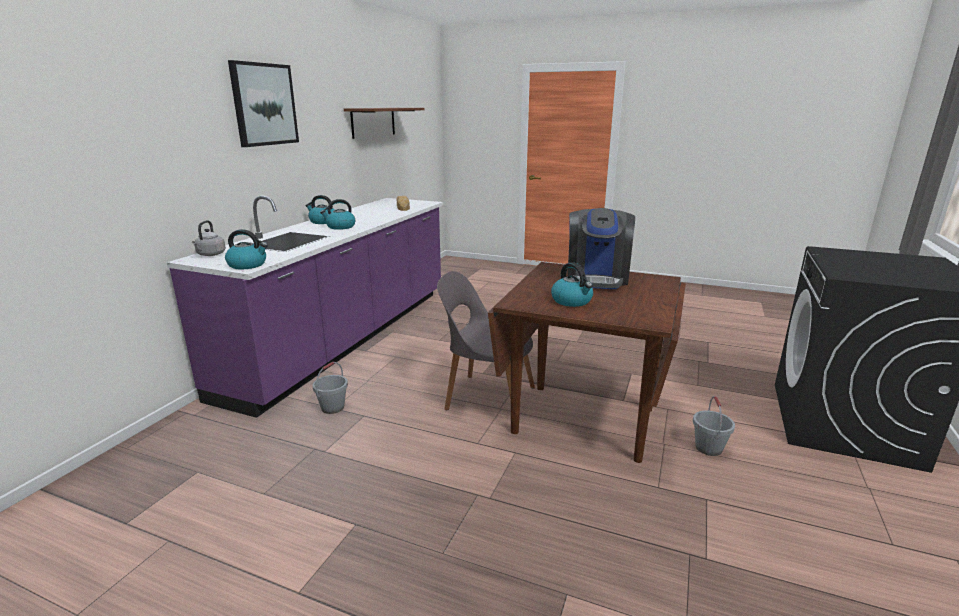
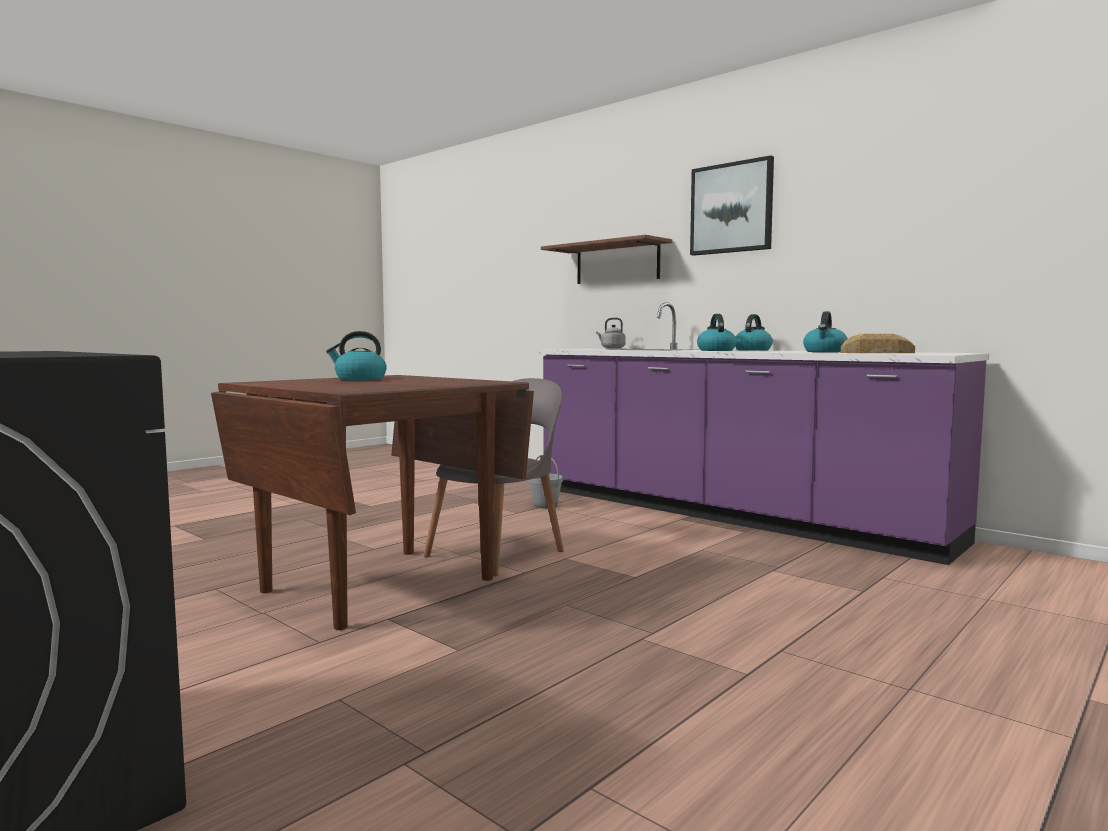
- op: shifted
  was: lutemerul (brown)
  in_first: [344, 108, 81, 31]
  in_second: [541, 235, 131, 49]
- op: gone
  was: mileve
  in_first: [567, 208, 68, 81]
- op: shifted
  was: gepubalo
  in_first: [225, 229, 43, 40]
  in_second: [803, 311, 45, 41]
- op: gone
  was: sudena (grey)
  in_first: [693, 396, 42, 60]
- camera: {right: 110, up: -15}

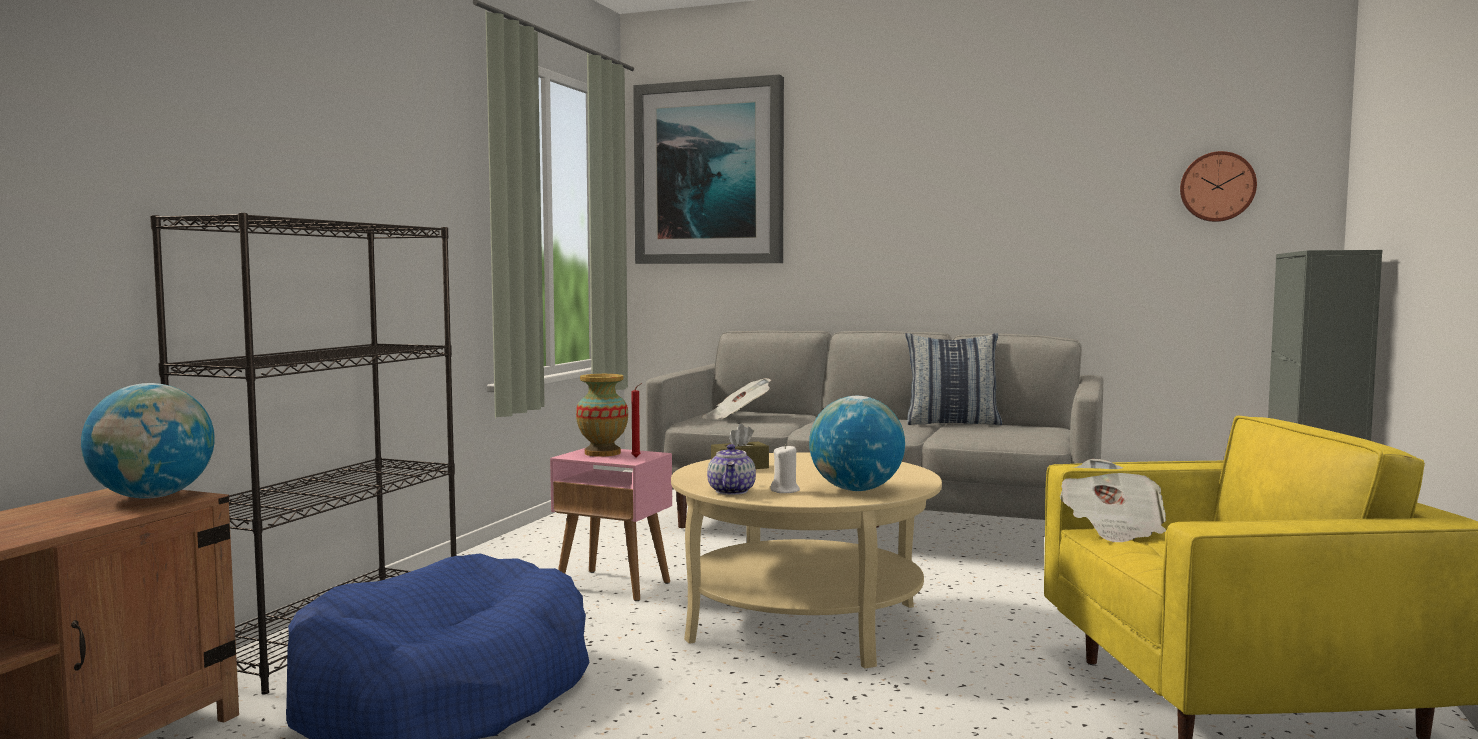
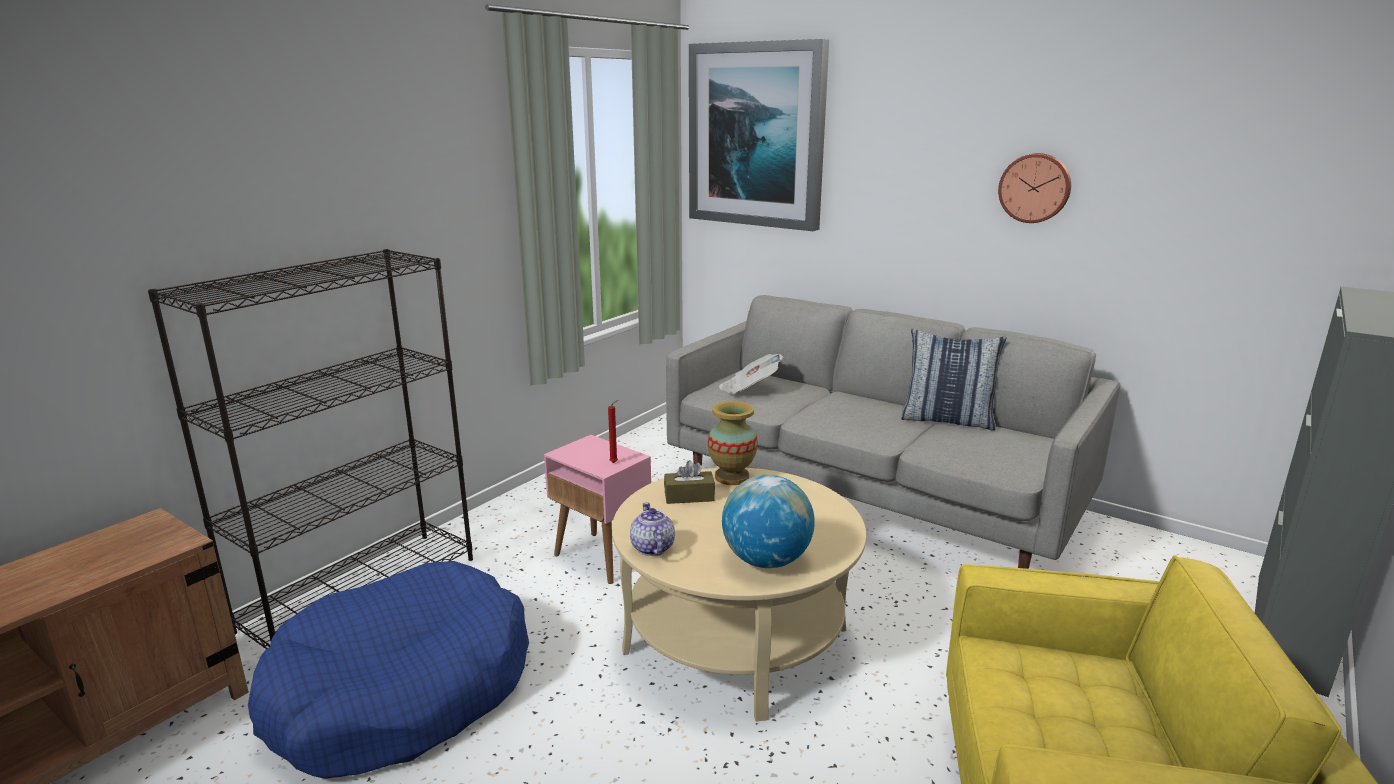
- op: shifted
  was: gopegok
  in_first: [1180, 151, 77, 71]
  in_second: [998, 153, 73, 70]
- op: shifted
  was: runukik
  in_first: [576, 374, 52, 83]
  in_second: [708, 401, 50, 84]
- op: gone
  was: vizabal
  in_first: [81, 383, 134, 116]
- op: rotated
  was: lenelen
  in_first: [707, 444, 49, 51]
  in_second: [630, 502, 45, 54]
  clockwise: 150
- op: gone
  was: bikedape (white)
  in_first: [770, 444, 30, 49]
- op: gone
  was: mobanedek
  in_first: [1060, 459, 106, 83]
- camera: {right: 15, up: 15}

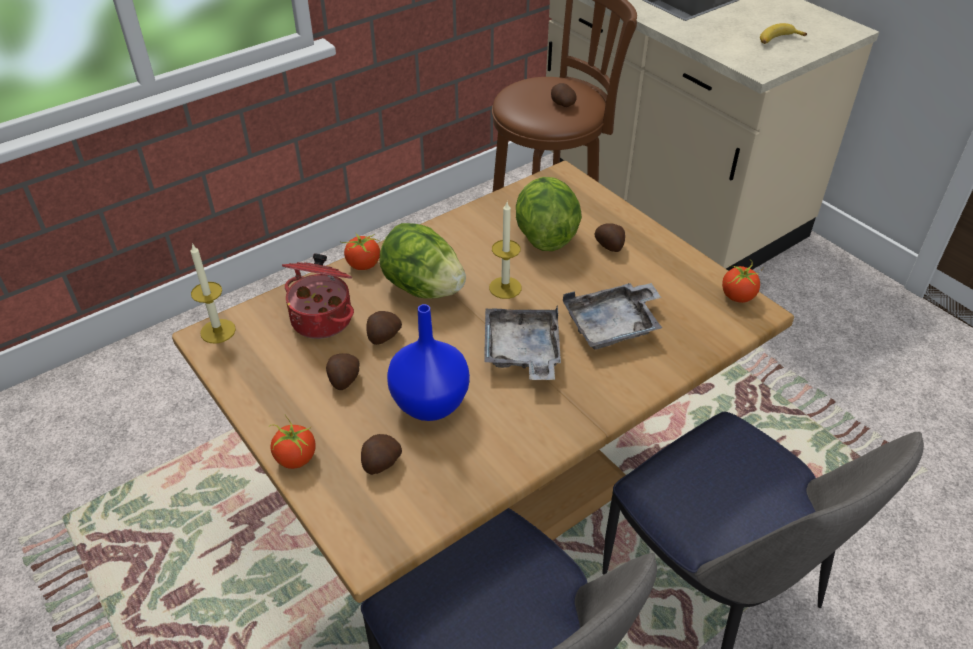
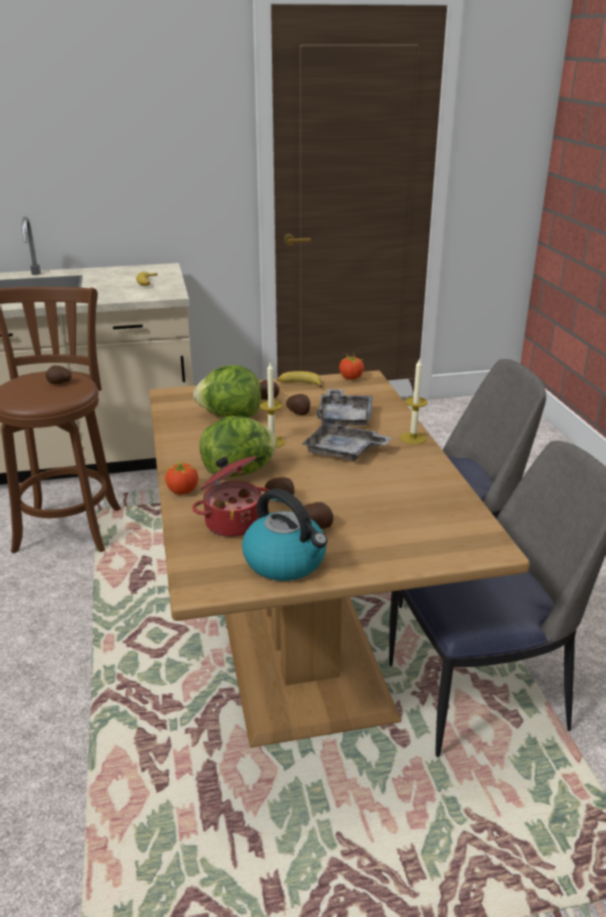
- op: shifted
  was: bikedape
  in_first: [190, 243, 46, 101]
  in_second: [400, 358, 28, 86]
- op: gone
  was: runukik (blue)
  in_first: [387, 304, 83, 117]
- op: gone
  was: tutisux
  in_first: [269, 415, 47, 54]
- op: shifted
  was: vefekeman
  in_first: [361, 434, 41, 41]
  in_second: [286, 394, 24, 21]
- op: new
  now: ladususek
  in_second: [277, 371, 46, 17]
- op: new
  now: gepubalo
  in_second: [242, 489, 85, 92]
- camera: {right: -65, up: -15}

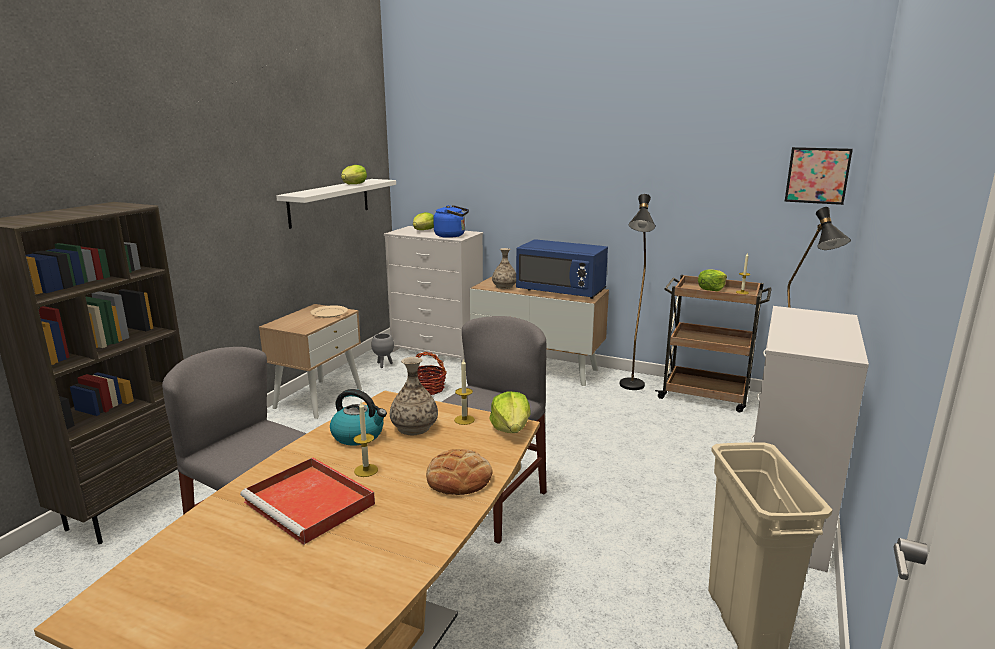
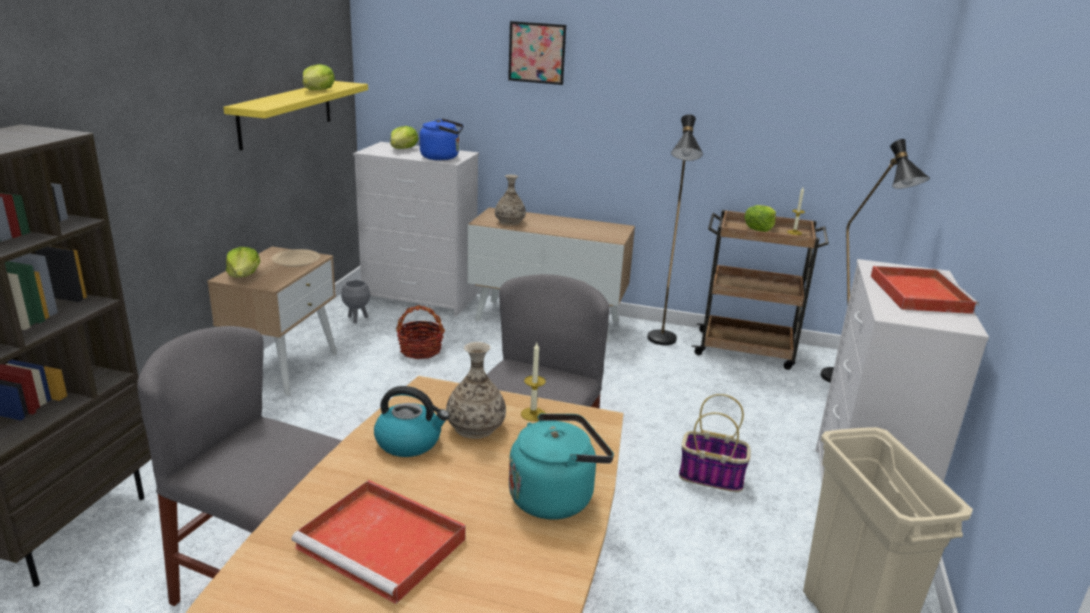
- op: shifted
  was: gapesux
  in_first: [784, 147, 69, 58]
  in_second: [508, 21, 58, 64]
- op: repainted
  was: lutemerul (white)
  now: lutemerul (yellow)
  in_first: [276, 179, 120, 50]
  in_second: [223, 81, 145, 70]
- op: gone
  was: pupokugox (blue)
  in_first: [516, 239, 92, 60]
- op: shifted
  was: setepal
  in_first: [490, 391, 41, 42]
  in_second: [226, 247, 34, 31]
- op: gone
  was: bikedape
  in_first: [353, 402, 25, 75]
- op: swapped
  was: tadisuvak
  now: gepubalo (turquoise)
  in_first: [426, 449, 67, 46]
  in_second: [509, 413, 105, 107]
- op: new
  now: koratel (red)
  in_second: [871, 266, 108, 48]
- op: new
  now: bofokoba
  in_second: [679, 394, 72, 98]
- camera: {right: -10, up: 5}

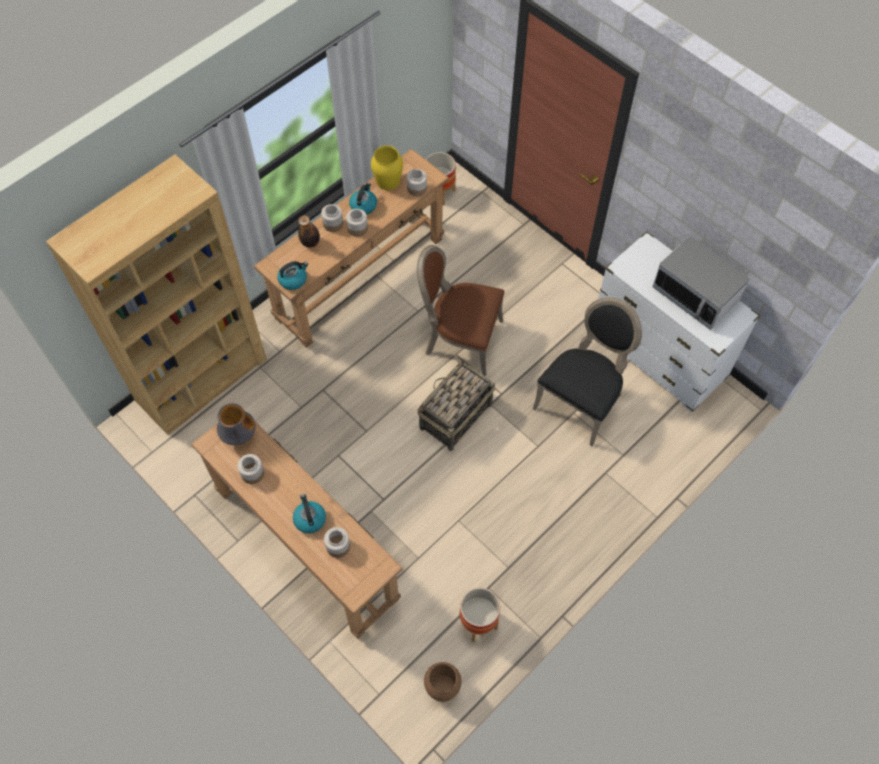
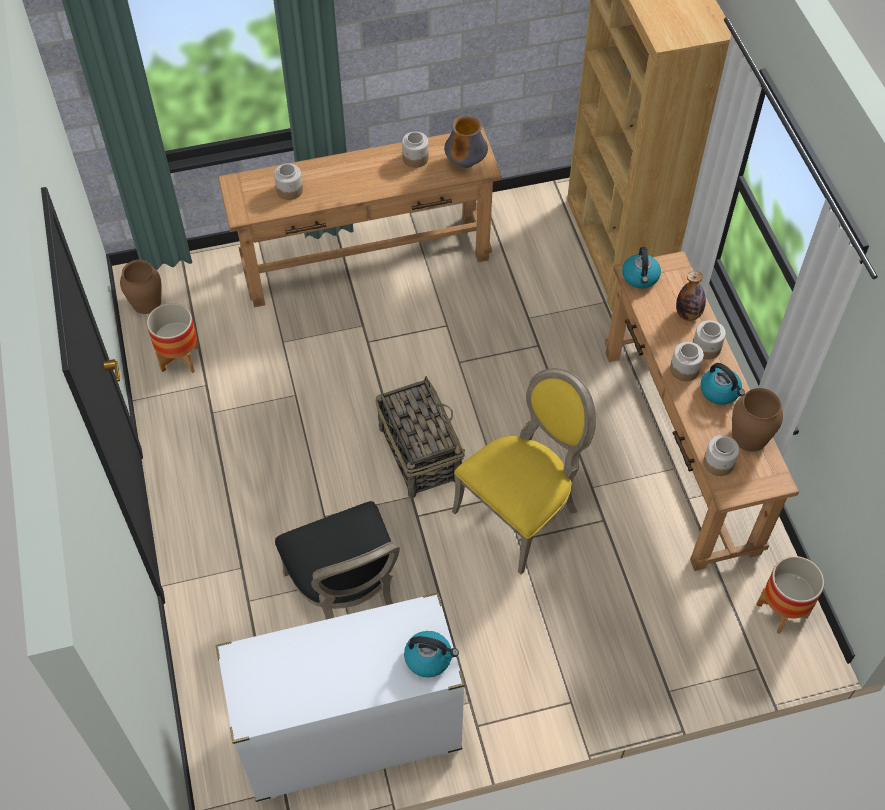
- op: repainted
  was: runukik (yellow)
  now: runukik (brown)
  in_first: [371, 145, 32, 45]
  in_second: [732, 388, 51, 64]
- op: gone
  was: pupokugox
  in_first: [652, 236, 98, 94]
- op: repainted
  was: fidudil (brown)
  now: fidudil (yellow)
  in_first: [417, 245, 87, 132]
  in_second: [452, 368, 144, 207]
- op: shifted
  was: gepubalo
  in_first: [293, 494, 33, 39]
  in_second: [404, 631, 55, 47]
- camera: {right: 120, up: -5}

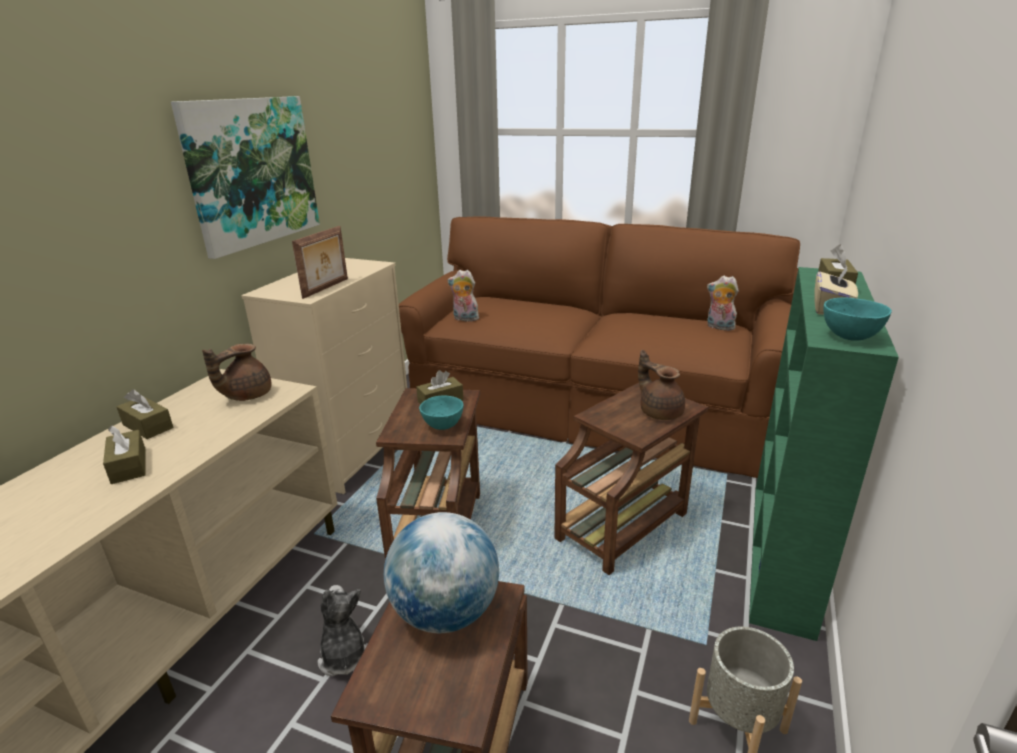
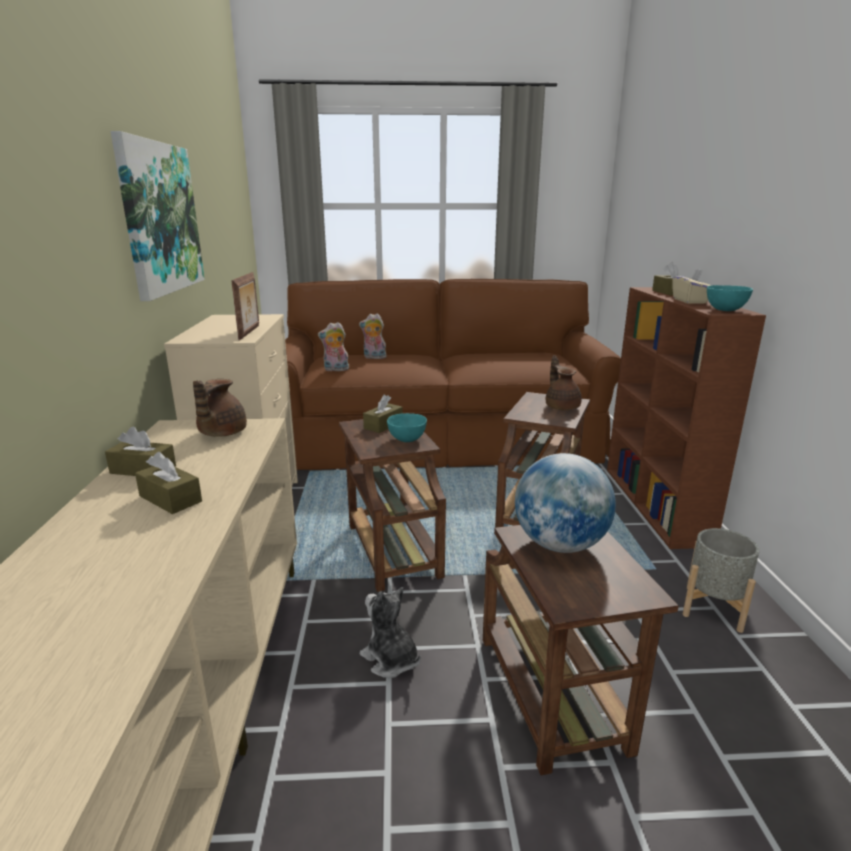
- op: repainted
  was: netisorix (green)
  now: netisorix (brown)
  in_first: [749, 267, 150, 374]
  in_second: [607, 287, 159, 262]
- op: shifted
  was: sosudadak
  in_first: [707, 276, 32, 55]
  in_second: [359, 313, 28, 46]
- op: rotated
  was: lenelen (brown)
  in_first: [638, 350, 47, 70]
  in_second: [546, 355, 36, 55]
  clockwise: 45
- camera: {right: -25, up: -5}

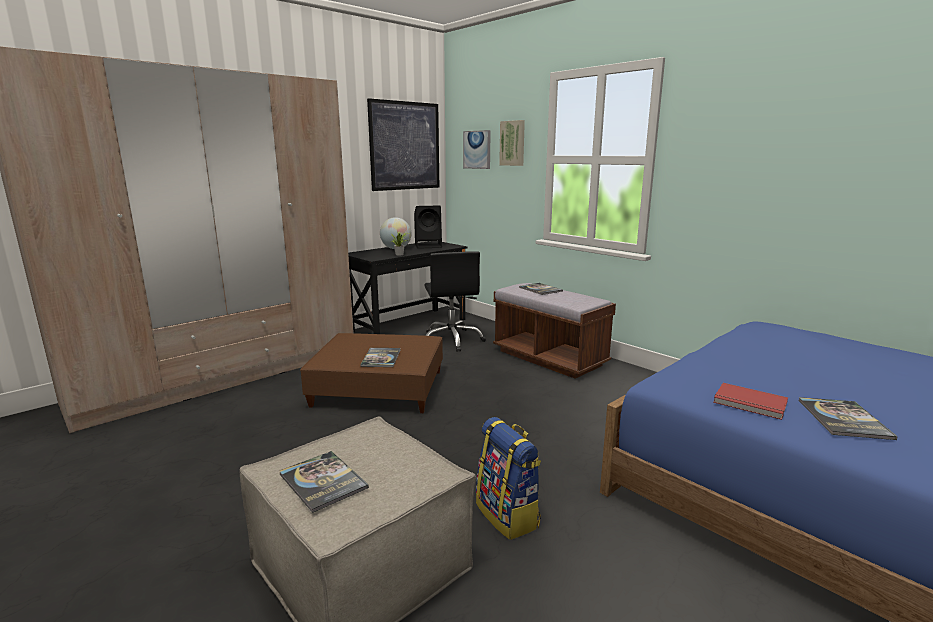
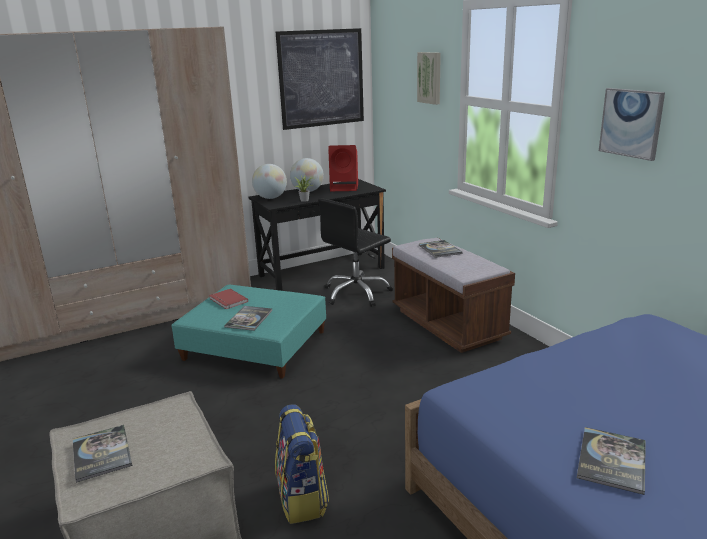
- op: shifted
  was: gapesux
  in_first: [463, 130, 28, 39]
  in_second: [599, 88, 66, 73]
- op: repainted
  was: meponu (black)
  now: meponu (red)
  in_first: [414, 206, 28, 43]
  in_second: [328, 145, 30, 46]
- op: rotated
  was: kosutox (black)
  in_first: [424, 252, 62, 100]
  in_second: [318, 198, 75, 109]
  clockwise: 45
- op: repainted
  was: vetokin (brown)
  now: vetokin (turquoise)
  in_first: [300, 333, 143, 80]
  in_second: [171, 285, 155, 94]
- op: shifted
  was: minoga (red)
  in_first: [713, 383, 75, 37]
  in_second: [209, 288, 39, 21]
- op: new
  now: vizabal
  in_second: [252, 164, 35, 35]
- camera: {right: 15, up: 5}

